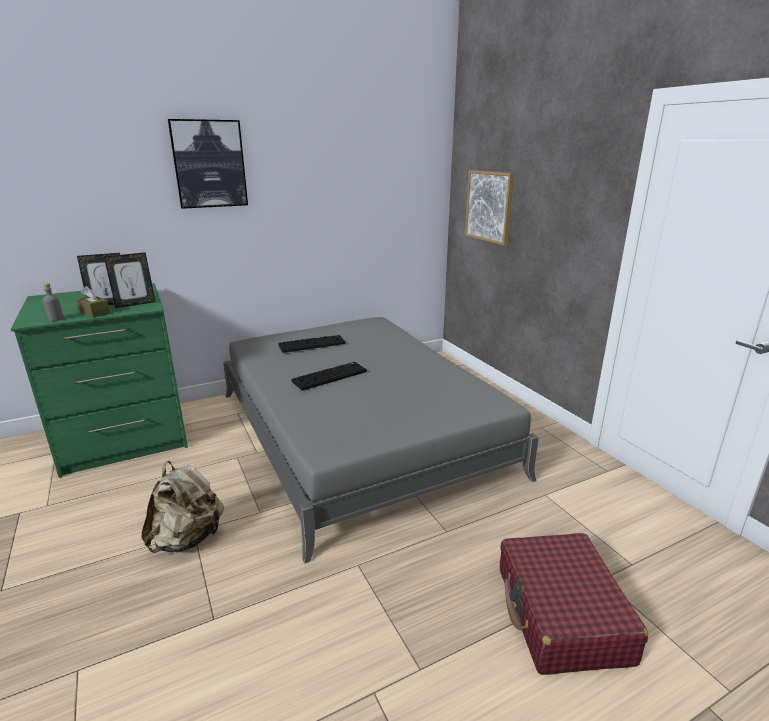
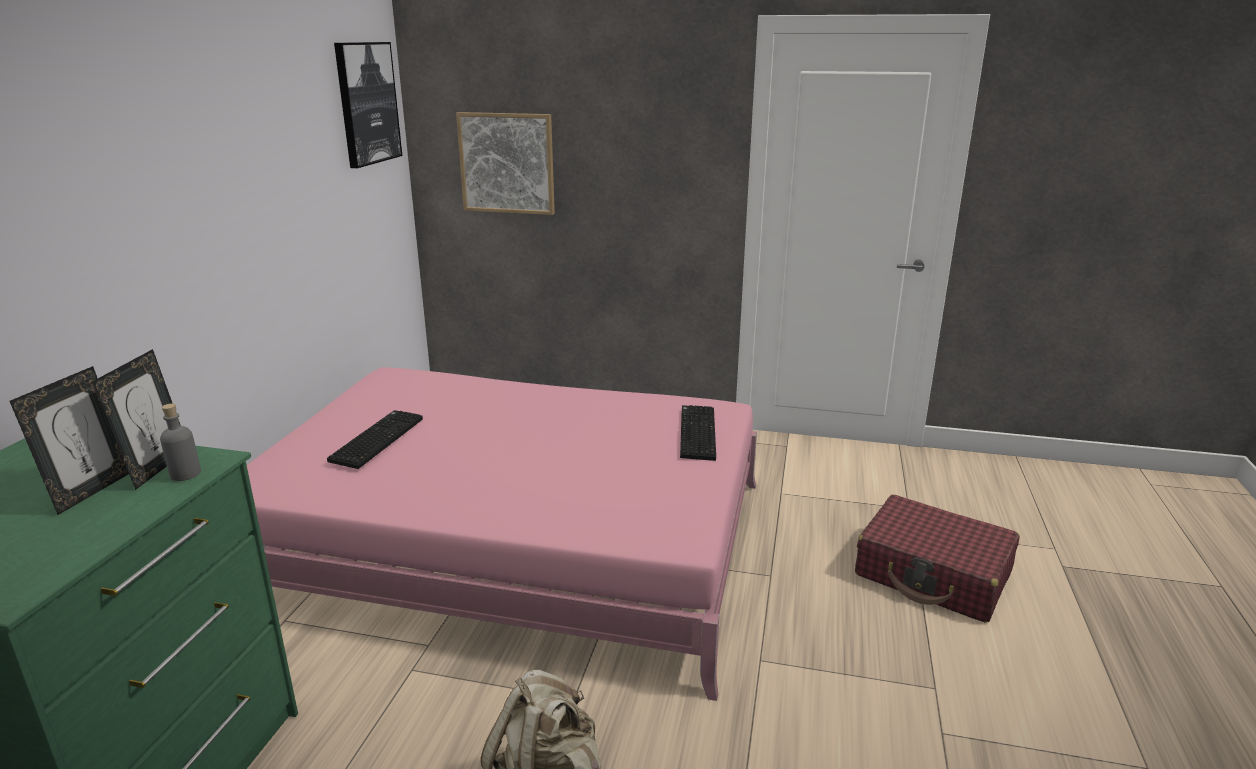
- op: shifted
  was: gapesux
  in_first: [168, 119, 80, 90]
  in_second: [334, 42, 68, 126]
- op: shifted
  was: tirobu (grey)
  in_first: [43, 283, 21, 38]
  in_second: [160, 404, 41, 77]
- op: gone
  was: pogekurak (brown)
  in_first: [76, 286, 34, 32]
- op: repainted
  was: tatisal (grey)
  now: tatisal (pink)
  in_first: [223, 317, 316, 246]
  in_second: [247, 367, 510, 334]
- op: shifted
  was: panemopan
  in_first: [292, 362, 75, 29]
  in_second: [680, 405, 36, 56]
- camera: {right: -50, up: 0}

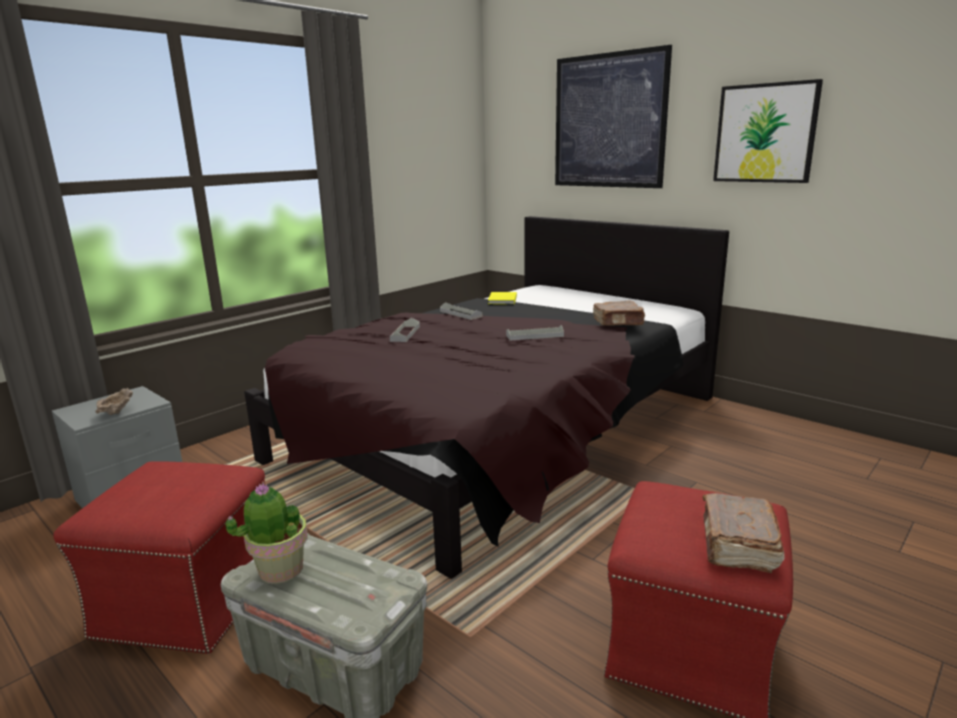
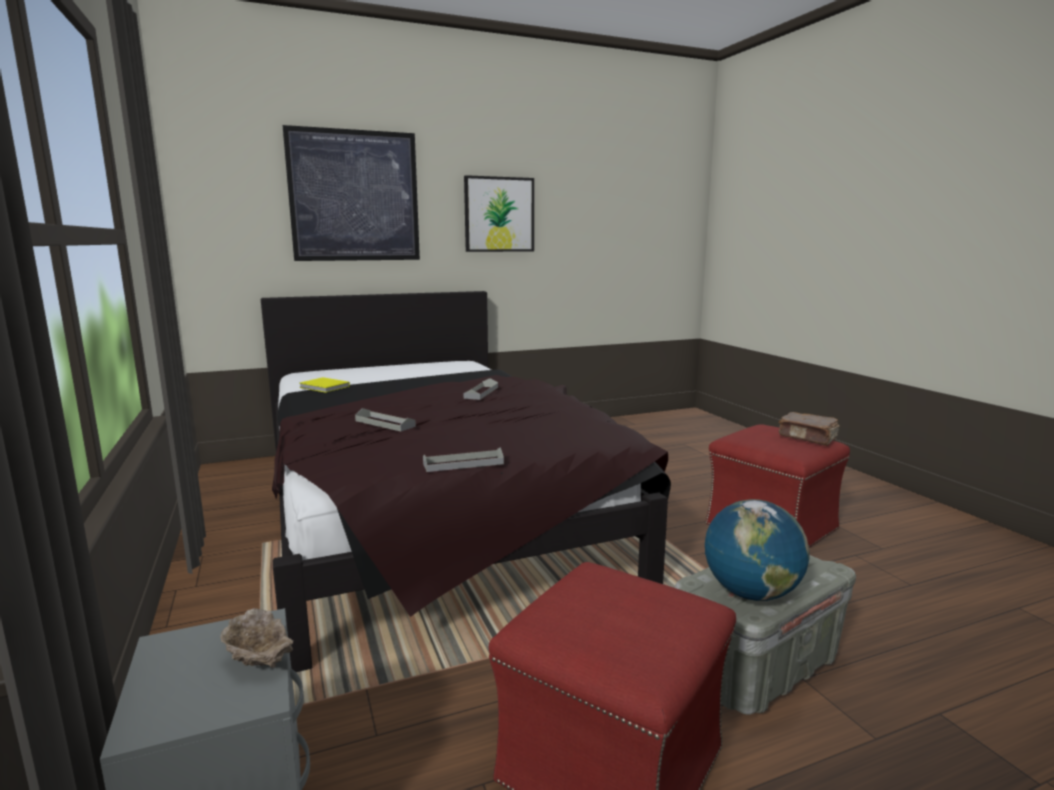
- op: gone
  was: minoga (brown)
  in_first: [593, 301, 52, 25]
- op: shifted
  was: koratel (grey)
  in_first: [440, 302, 42, 18]
  in_second: [423, 447, 81, 25]
- op: swapped
  was: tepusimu
  now: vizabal
  in_first: [226, 483, 81, 101]
  in_second: [705, 499, 104, 102]
- camera: {right: -65, up: -5}

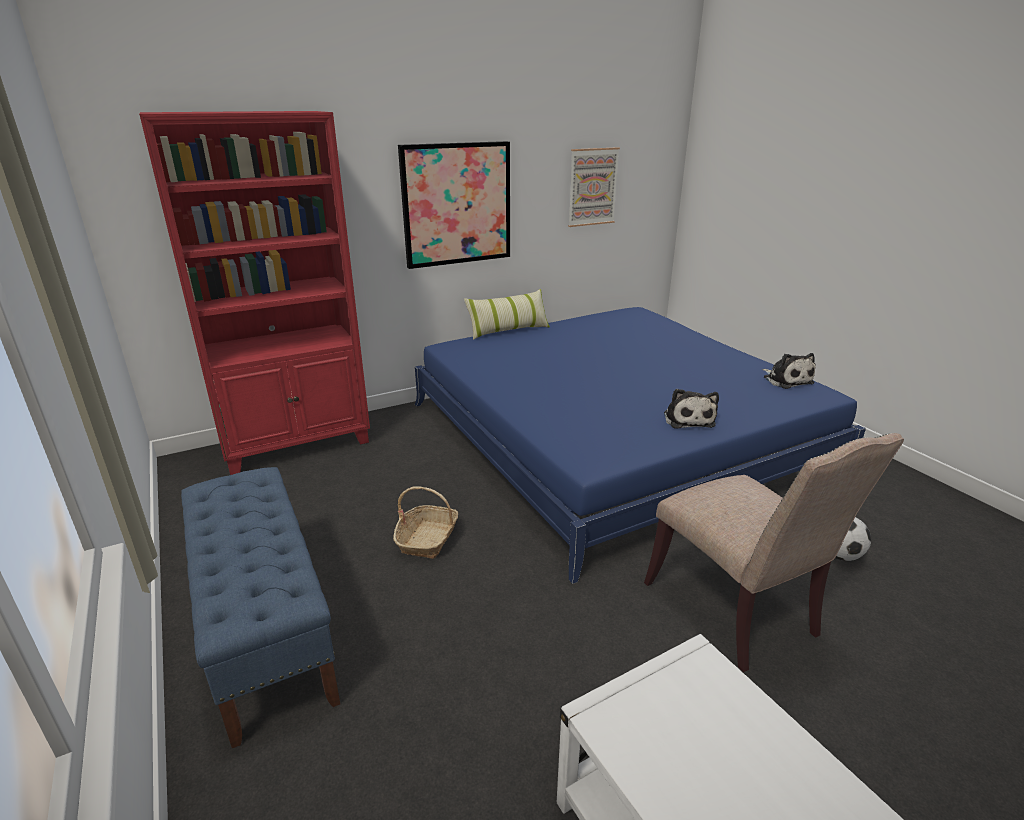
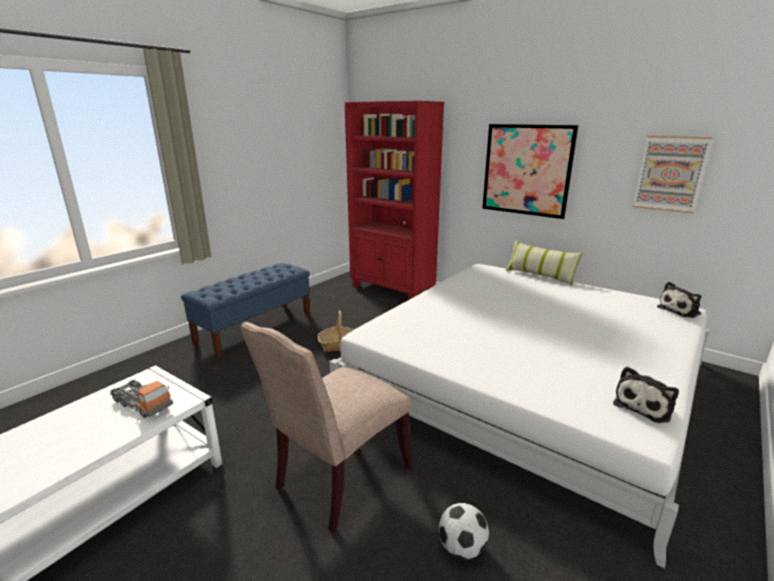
- op: repainted
  was: tatisal (blue)
  now: tatisal (white)
  in_first: [415, 307, 451, 277]
  in_second: [329, 264, 380, 304]
- op: shifted
  was: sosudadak
  in_first: [664, 389, 55, 40]
  in_second: [657, 282, 44, 36]
- op: new
  now: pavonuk
  in_second: [110, 380, 63, 38]
- camera: {right: 65, up: -5}

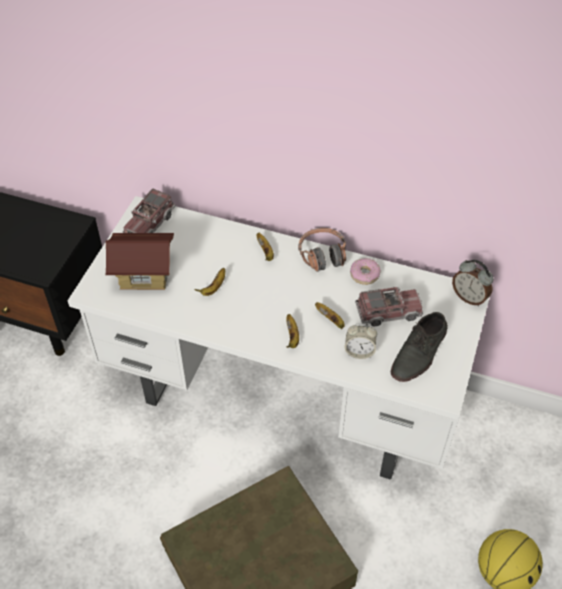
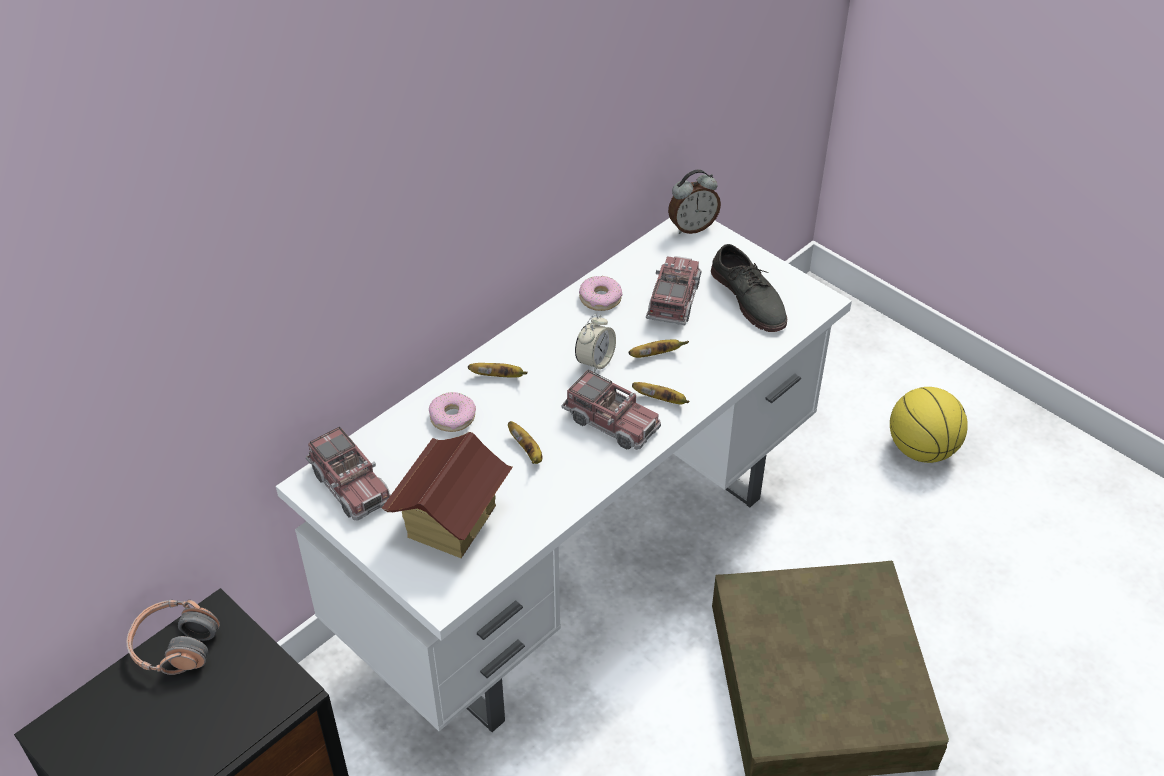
- op: shifted
  was: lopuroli
  in_first: [298, 228, 48, 44]
  in_second: [127, 600, 93, 75]
- op: shifted
  was: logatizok
  in_first: [345, 323, 32, 36]
  in_second: [575, 314, 41, 60]
- op: new
  now: pavonuk
  in_second: [561, 370, 100, 80]
- op: new
  now: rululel
  in_second: [429, 392, 47, 40]
- camera: {right: -65, up: -5}

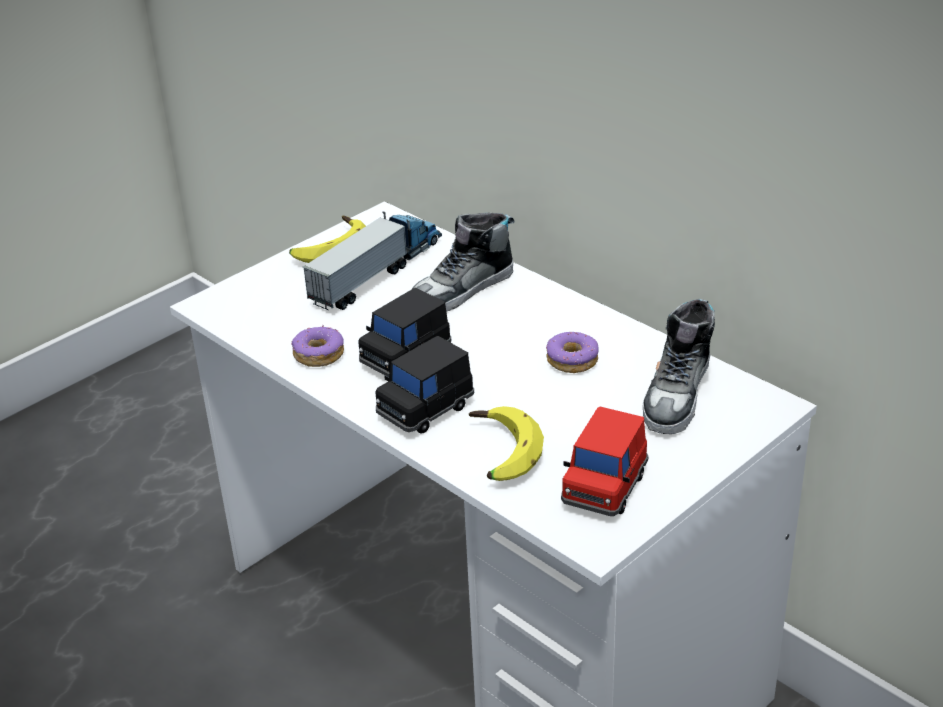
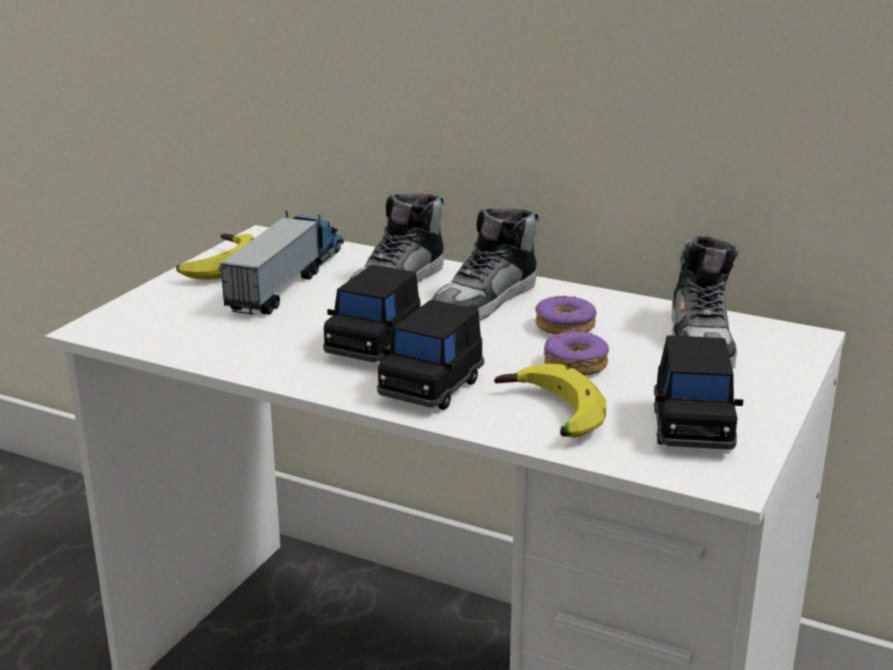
- op: shifted
  was: rululel
  in_first: [291, 325, 53, 42]
  in_second: [544, 329, 65, 47]
- op: repainted
  was: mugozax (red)
  now: mugozax (black)
  in_first: [561, 406, 87, 110]
  in_second: [653, 335, 90, 114]
- op: new
  now: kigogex
  in_second: [432, 207, 107, 113]
- camera: {right: -20, up: -10}

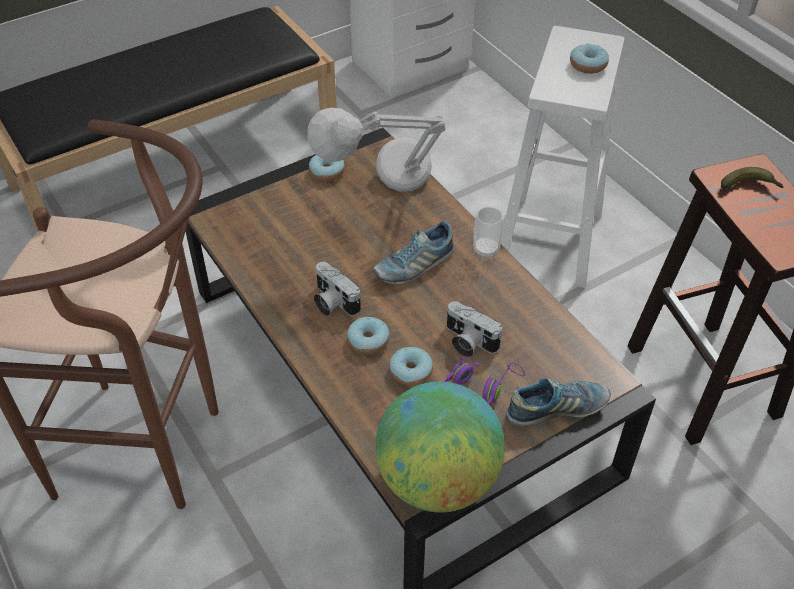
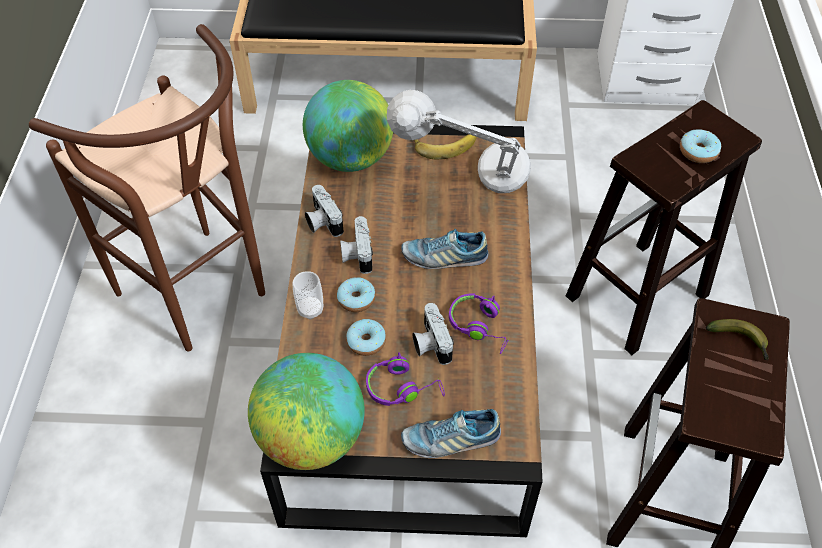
- op: repainted
  was: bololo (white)
  now: bololo (brown)
  in_first: [501, 26, 123, 262]
  in_second: [566, 100, 196, 255]
- op: swapped
  was: rululel
  now: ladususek
  in_first: [309, 155, 36, 26]
  in_second: [414, 134, 62, 25]
- op: shifted
  was: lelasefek
  in_first: [474, 207, 29, 51]
  in_second: [293, 271, 30, 48]
- op: rotated
  was: kigogex
  in_first: [506, 378, 105, 49]
  in_second: [401, 409, 100, 49]
  clockwise: 150
- op: new
  now: vizabal
  in_second: [303, 80, 90, 92]
- op: new
  now: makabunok
  in_second: [305, 185, 39, 52]
- op: new
  now: lopuroli (purple)
  in_second: [449, 293, 60, 61]
- camera: {right: 35, up: 5}

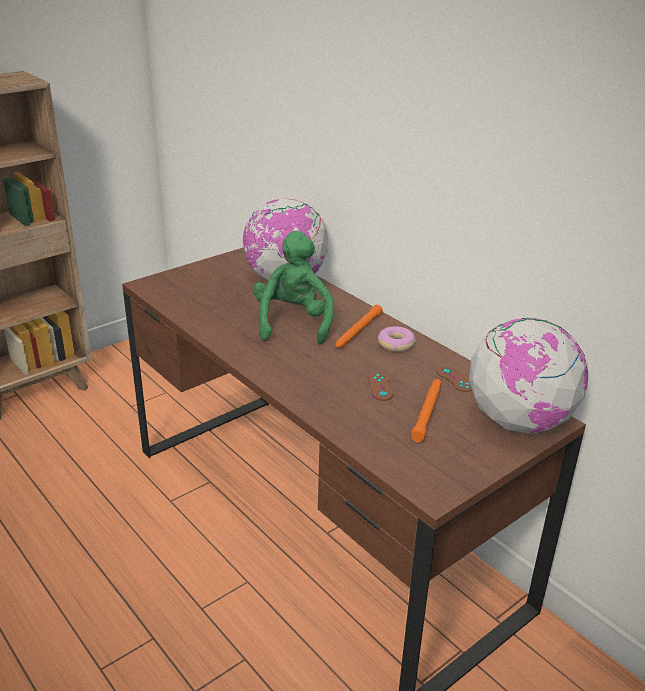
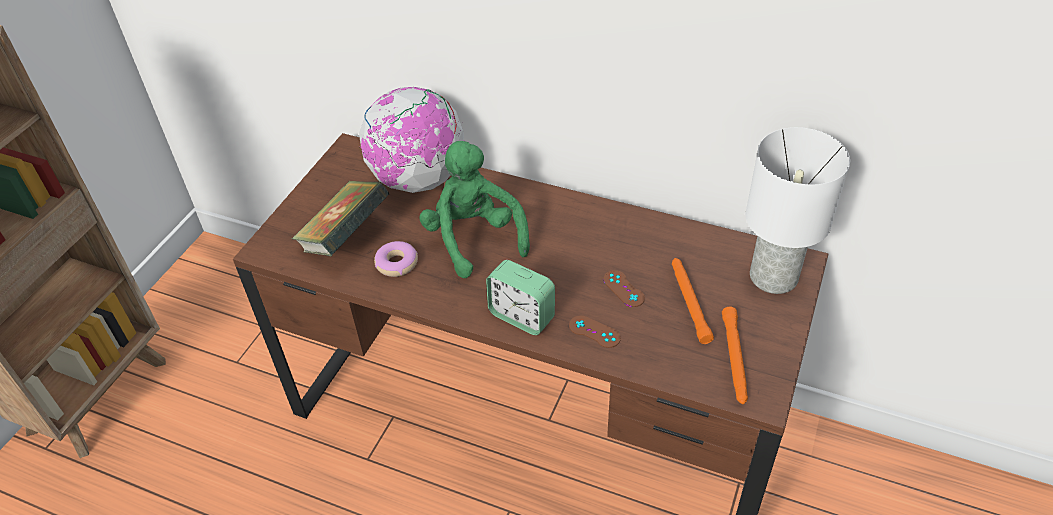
- op: shifted
  was: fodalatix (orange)
  in_first: [336, 305, 47, 43]
  in_second: [722, 307, 26, 97]
- op: swapped
  was: vizabal
  now: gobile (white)
  in_first: [469, 318, 119, 116]
  in_second: [746, 127, 104, 167]
- op: shifted
  was: rululel
  in_first: [377, 326, 39, 26]
  in_second: [374, 241, 44, 36]
- op: shifted
  was: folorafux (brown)
  in_first: [437, 366, 35, 26]
  in_second: [569, 315, 52, 33]
- op: new
  now: minoga
  in_second: [292, 181, 97, 75]
- op: new
  now: logatizok
  in_second: [486, 260, 69, 75]
- camera: {right: -25, up: 15}

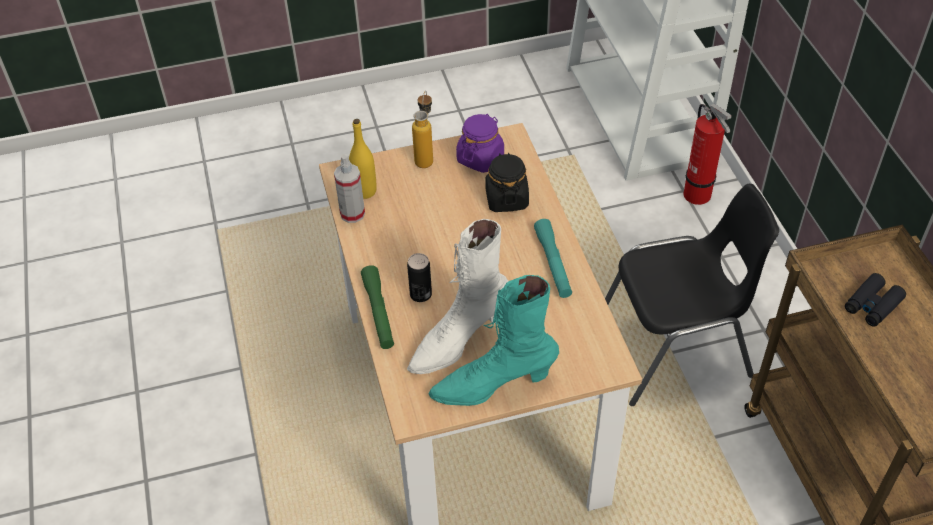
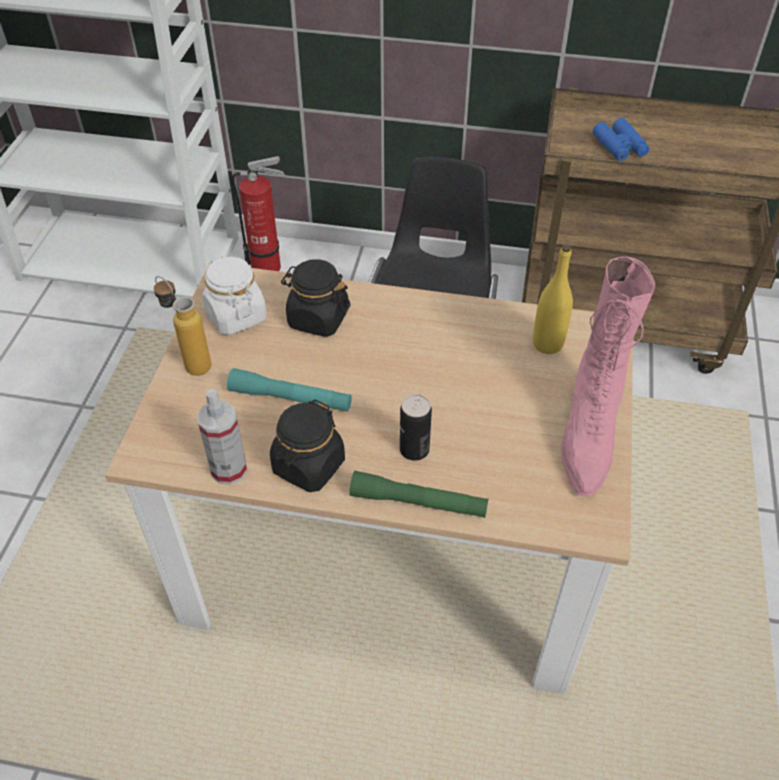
- op: repainted
  was: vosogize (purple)
  now: vosogize (white)
  in_first: [456, 114, 48, 59]
  in_second: [202, 256, 65, 79]
- op: shifted
  was: tirobu (yellow)
  in_first: [349, 119, 28, 80]
  in_second: [533, 244, 40, 110]
- op: gone
  was: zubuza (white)
  in_first: [407, 219, 101, 155]
- op: shifted
  was: fodalatix (turquoise)
  in_first: [534, 219, 38, 79]
  in_second: [227, 368, 125, 44]
- op: repainted
  was: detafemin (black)
  now: detafemin (blue)
  in_first: [845, 273, 61, 54]
  in_second: [593, 118, 56, 43]
- op: repainted
  was: zubuza (turquoise)
  now: zubuza (pink)
  in_first: [428, 275, 131, 131]
  in_second: [561, 257, 94, 239]
- op: new
  now: vosogize (black)
  in_second: [270, 399, 75, 93]
- camera: {right: -65, up: 0}

